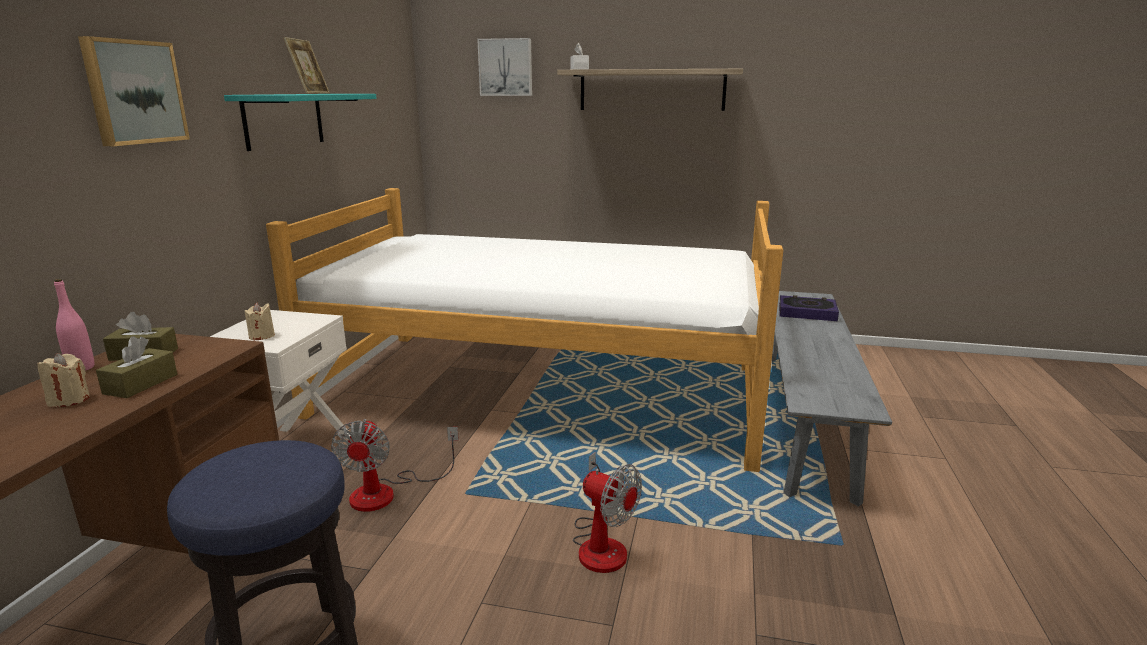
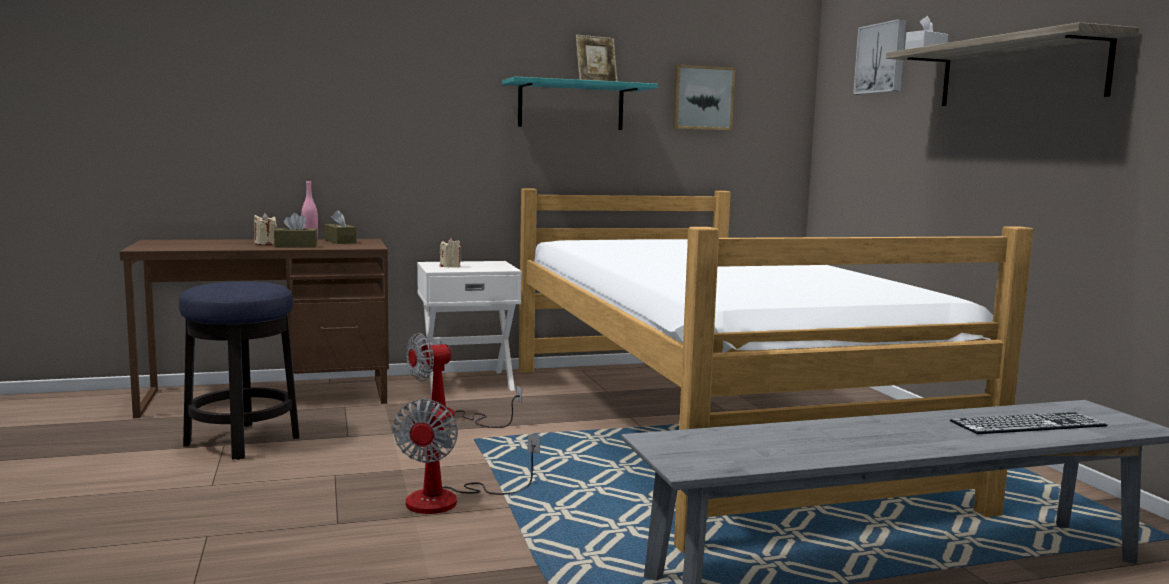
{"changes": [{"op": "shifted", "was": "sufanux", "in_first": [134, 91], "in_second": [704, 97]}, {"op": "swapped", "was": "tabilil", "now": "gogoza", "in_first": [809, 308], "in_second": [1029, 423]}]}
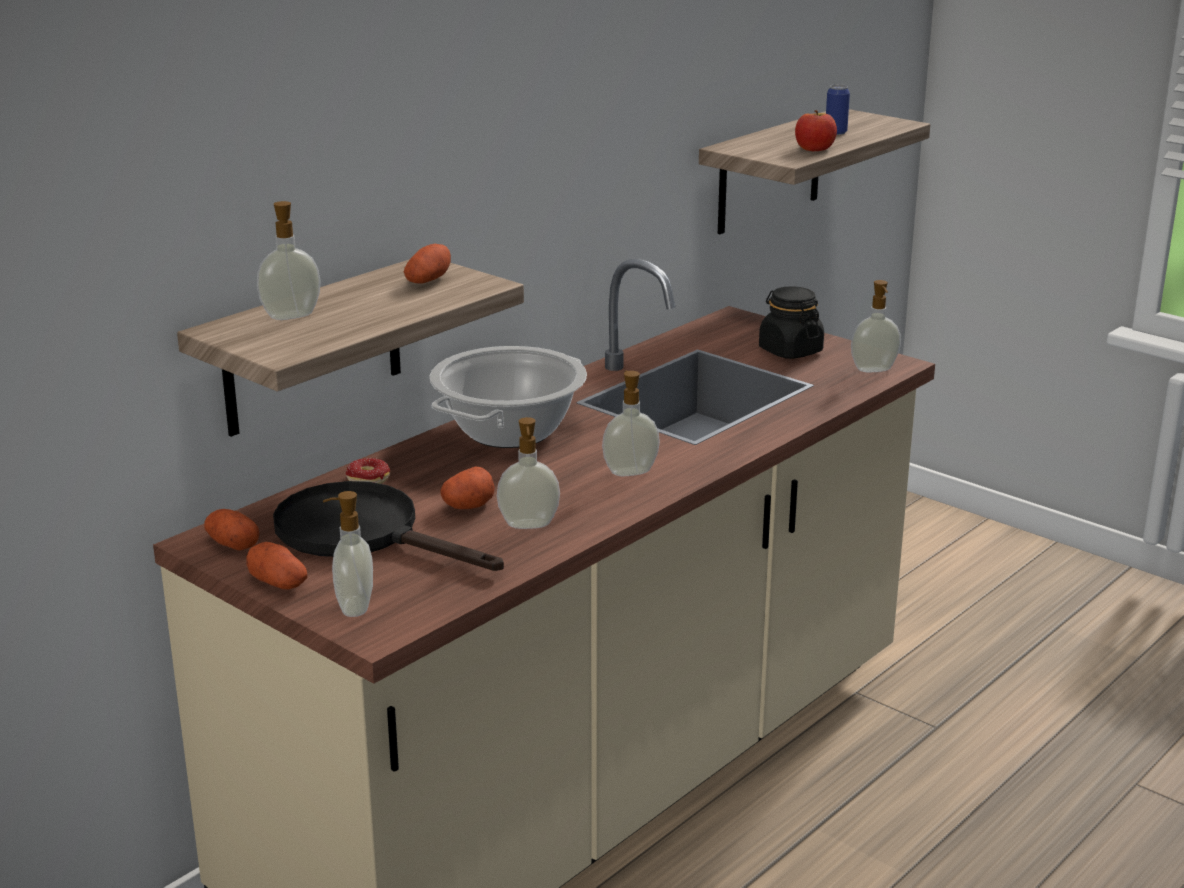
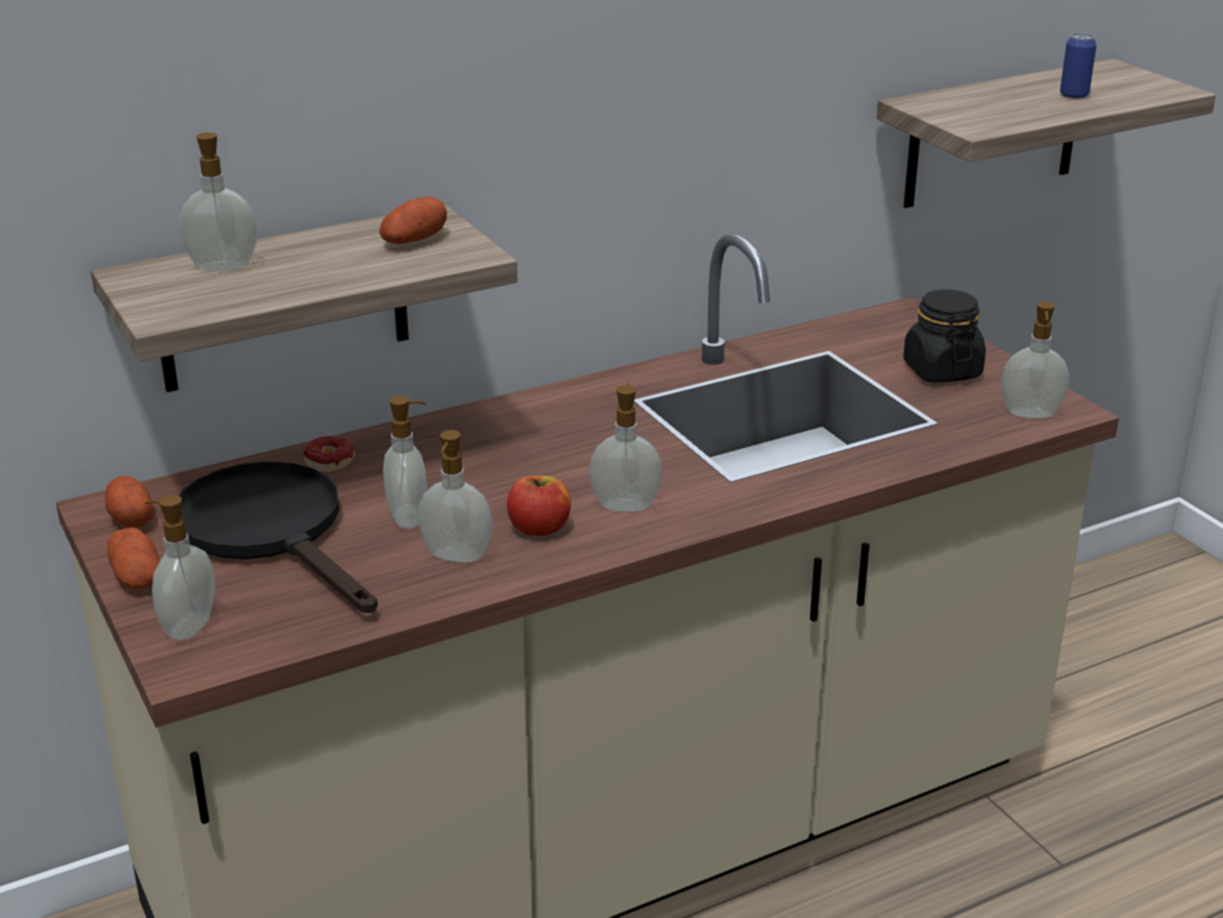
{"changes": [{"op": "swapped", "was": "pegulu", "now": "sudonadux", "in_first": [468, 488], "in_second": [405, 462]}, {"op": "shifted", "was": "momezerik", "in_first": [816, 130], "in_second": [539, 505]}, {"op": "gone", "was": "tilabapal", "in_first": [508, 397]}]}
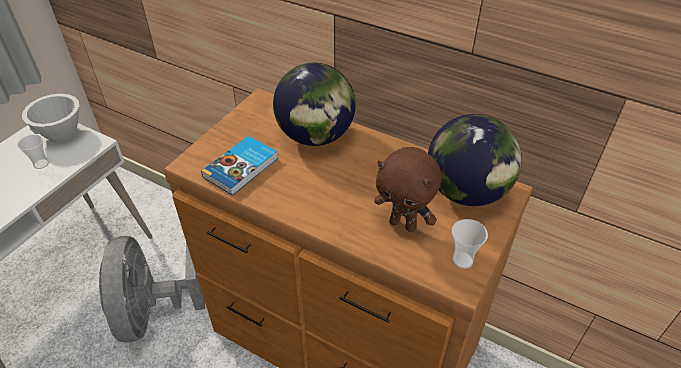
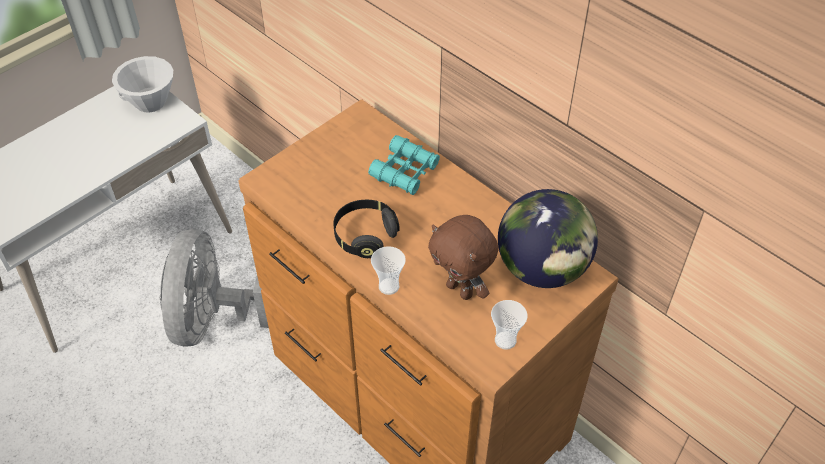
{"changes": [{"op": "new", "now": "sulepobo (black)", "in_second": [366, 229]}, {"op": "swapped", "was": "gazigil", "now": "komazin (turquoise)", "in_first": [314, 104], "in_second": [404, 165]}, {"op": "shifted", "was": "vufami", "in_first": [33, 151], "in_second": [388, 270]}, {"op": "gone", "was": "tabilil", "in_first": [239, 166]}]}
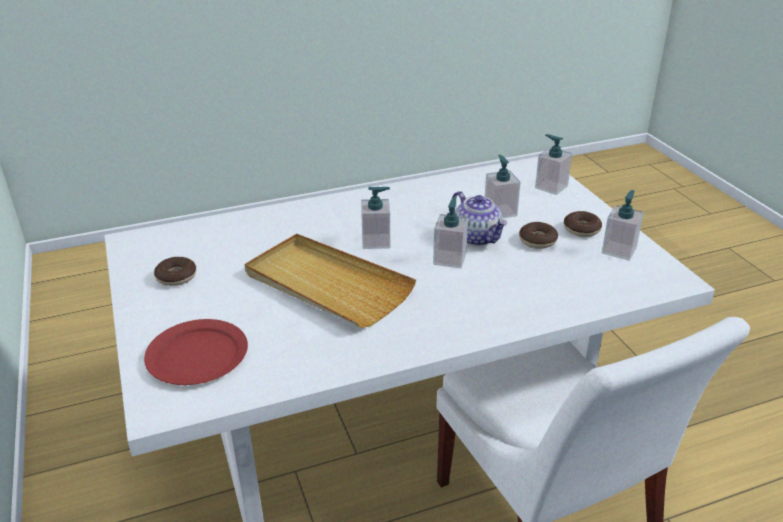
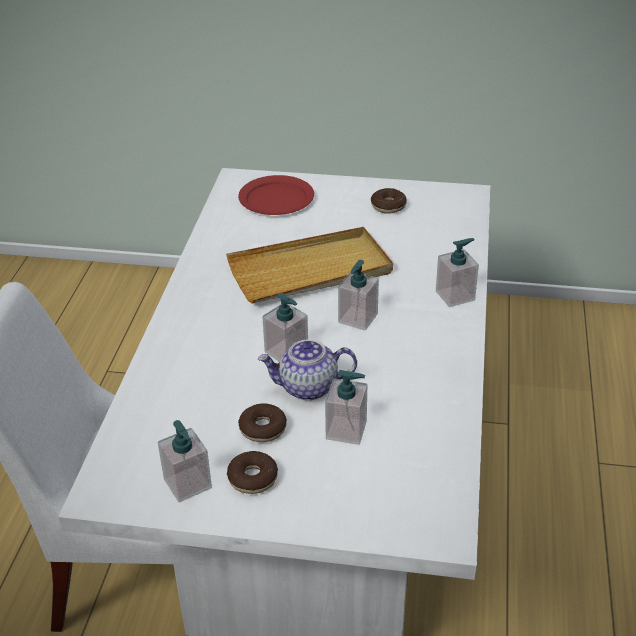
{"changes": [{"op": "shifted", "was": "sudonadux", "in_first": [553, 164], "in_second": [457, 272]}]}
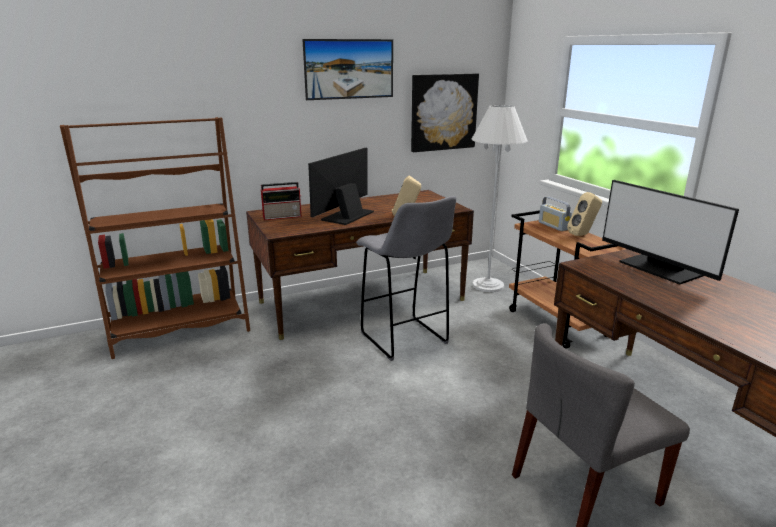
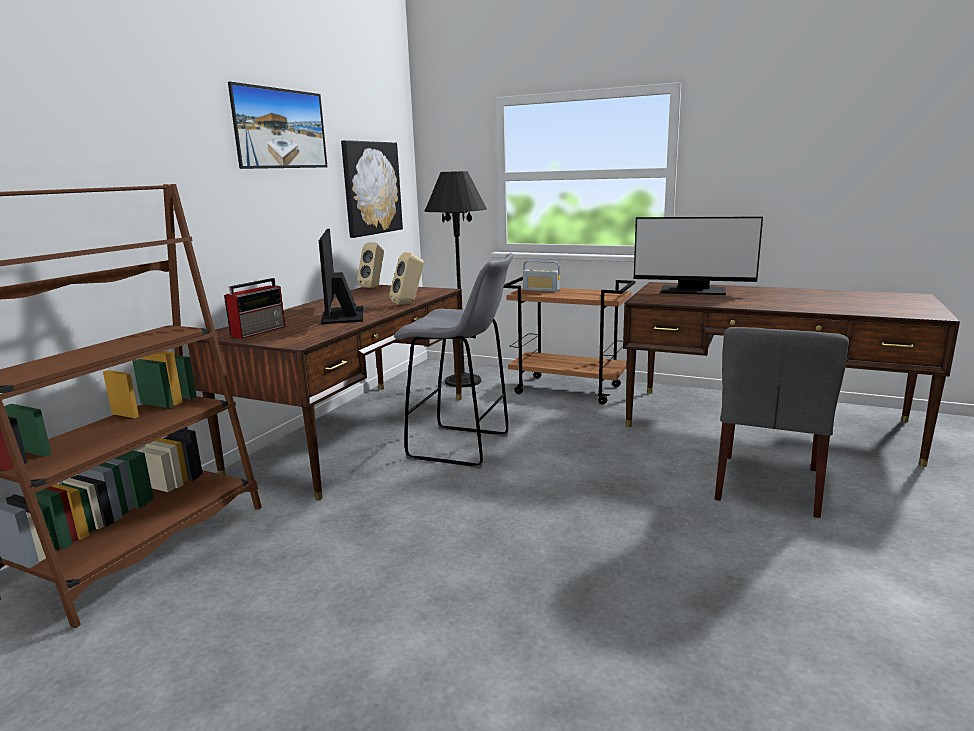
{"changes": [{"op": "shifted", "was": "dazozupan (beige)", "in_first": [584, 214], "in_second": [370, 265]}, {"op": "repainted", "was": "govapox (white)", "now": "govapox (black)", "in_first": [499, 198], "in_second": [456, 279]}]}
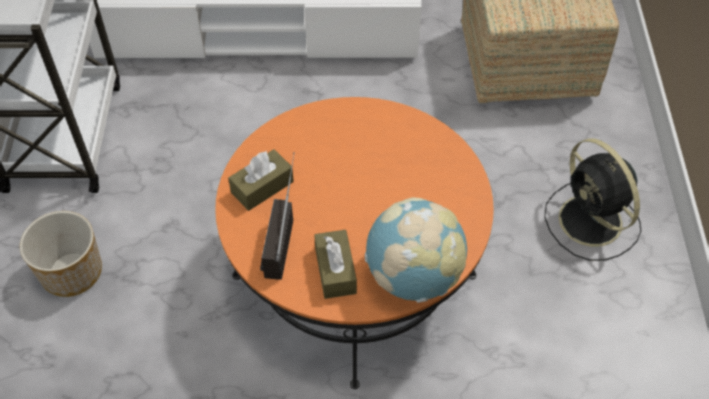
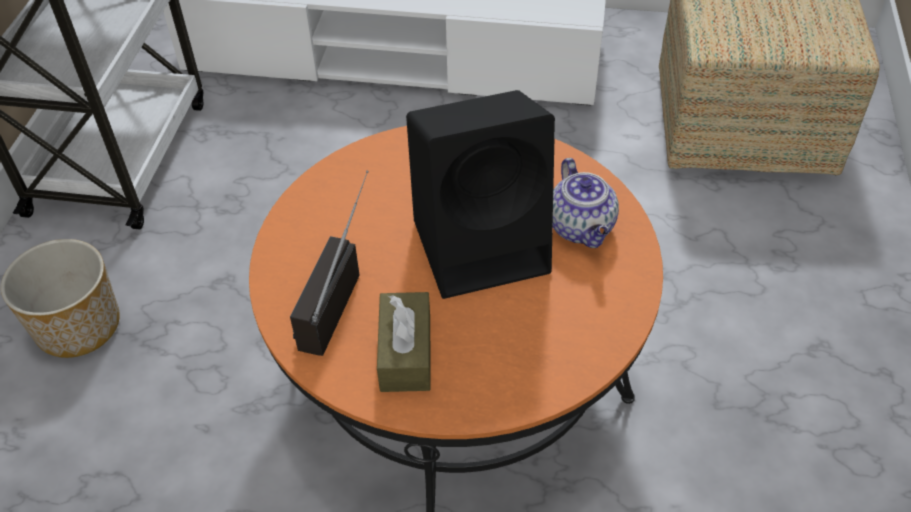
{"changes": [{"op": "new", "now": "dazozupan (black)", "in_second": [480, 194]}, {"op": "new", "now": "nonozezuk", "in_second": [586, 203]}, {"op": "gone", "was": "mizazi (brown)", "in_first": [261, 180]}, {"op": "gone", "was": "gazigil", "in_first": [416, 250]}, {"op": "gone", "was": "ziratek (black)", "in_first": [592, 199]}]}
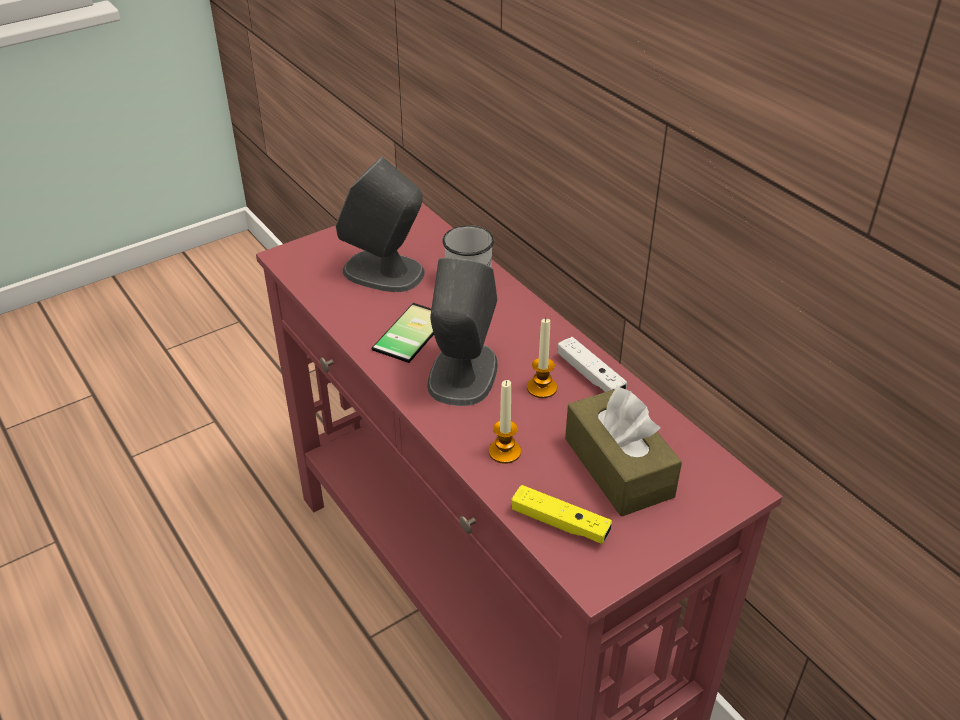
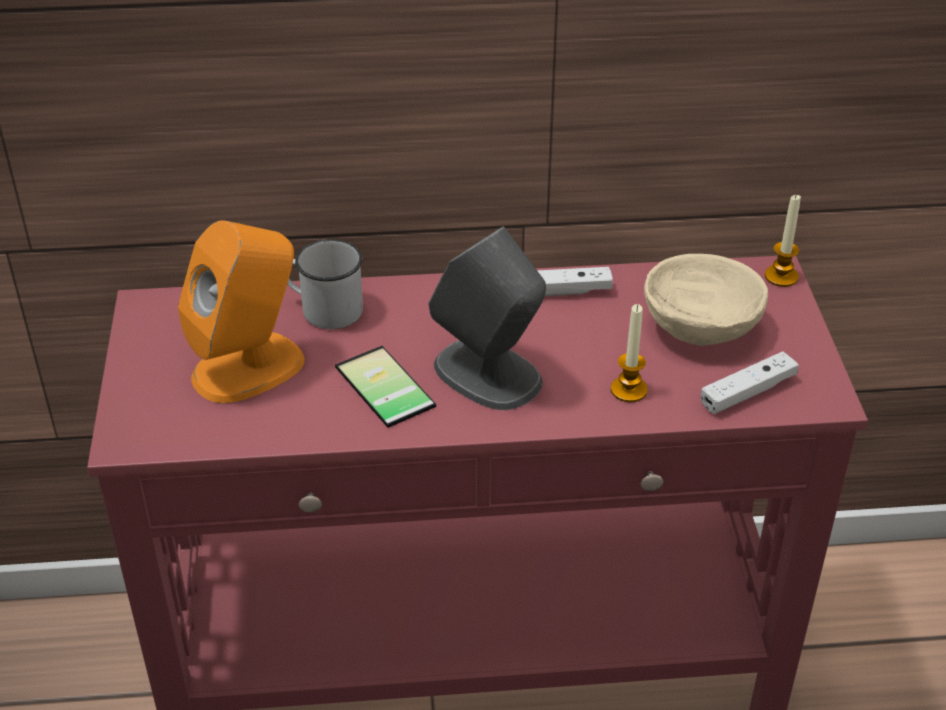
{"changes": [{"op": "repainted", "was": "dazozupan (grey)", "now": "dazozupan (orange)", "in_first": [380, 224], "in_second": [241, 311]}, {"op": "swapped", "was": "mizazi (brown)", "now": "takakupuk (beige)", "in_first": [623, 451], "in_second": [706, 300]}, {"op": "repainted", "was": "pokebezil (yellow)", "now": "pokebezil (white)", "in_first": [561, 514], "in_second": [750, 382]}, {"op": "shifted", "was": "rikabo", "in_first": [542, 358], "in_second": [783, 240]}]}
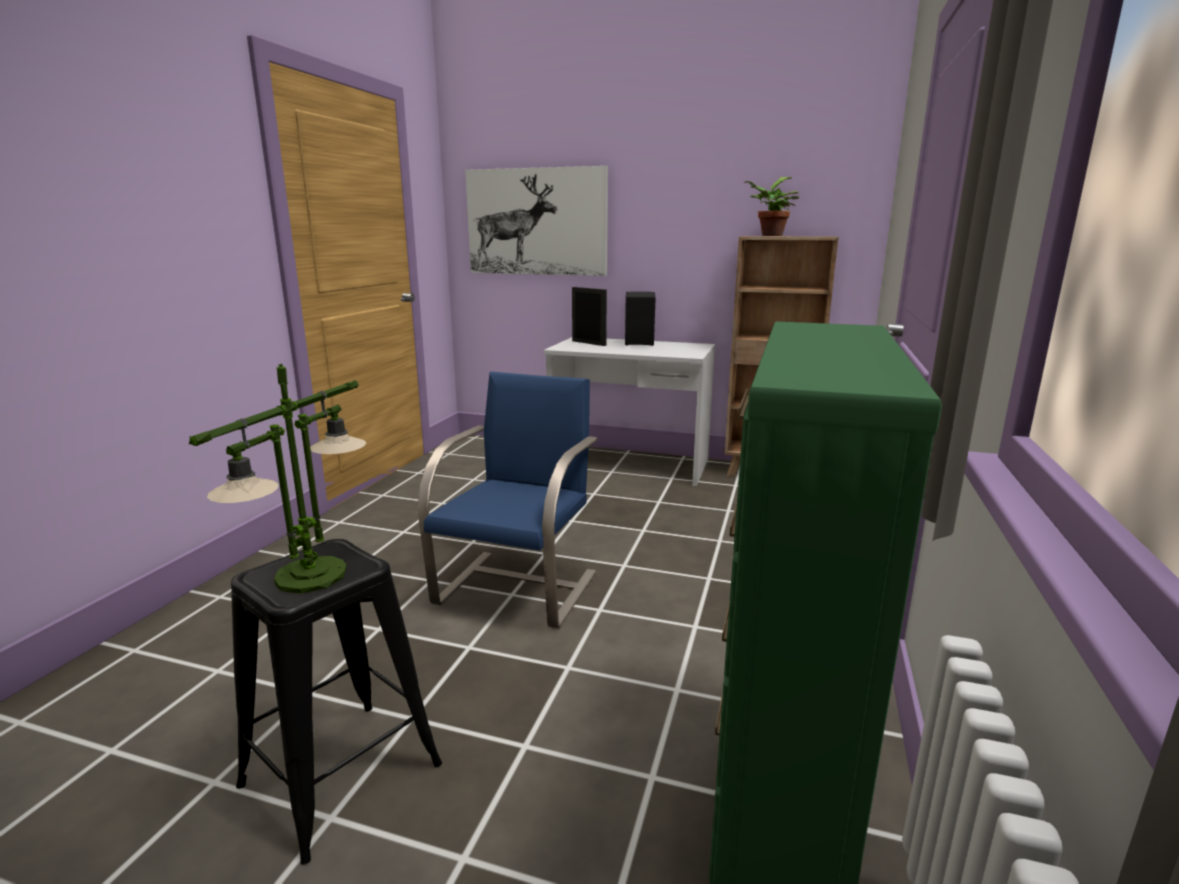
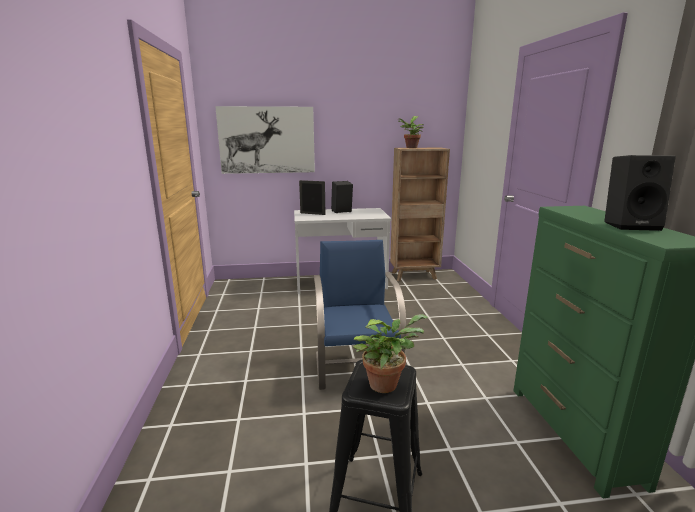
{"changes": [{"op": "swapped", "was": "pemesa", "now": "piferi", "in_first": [277, 478], "in_second": [390, 353]}, {"op": "new", "now": "dazozupan (black)", "in_second": [640, 193]}]}
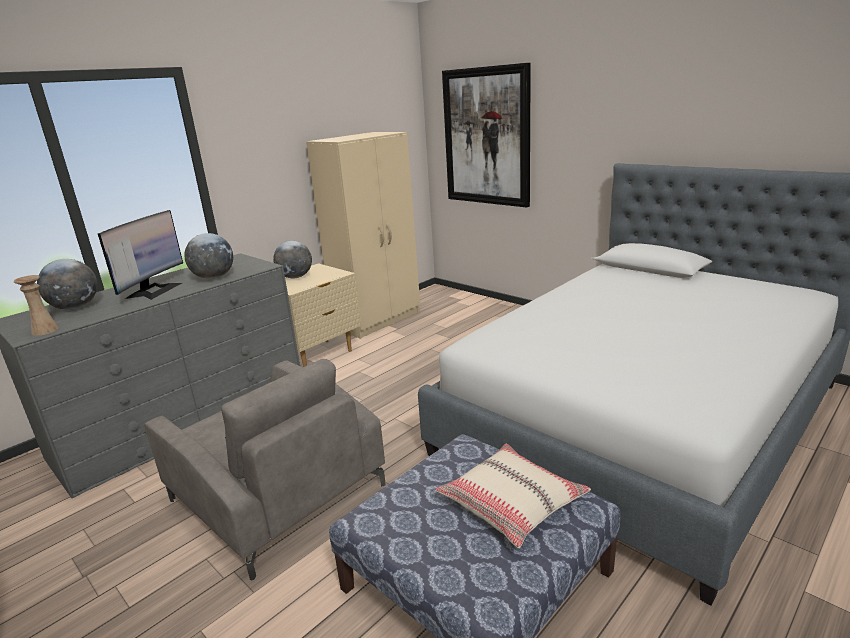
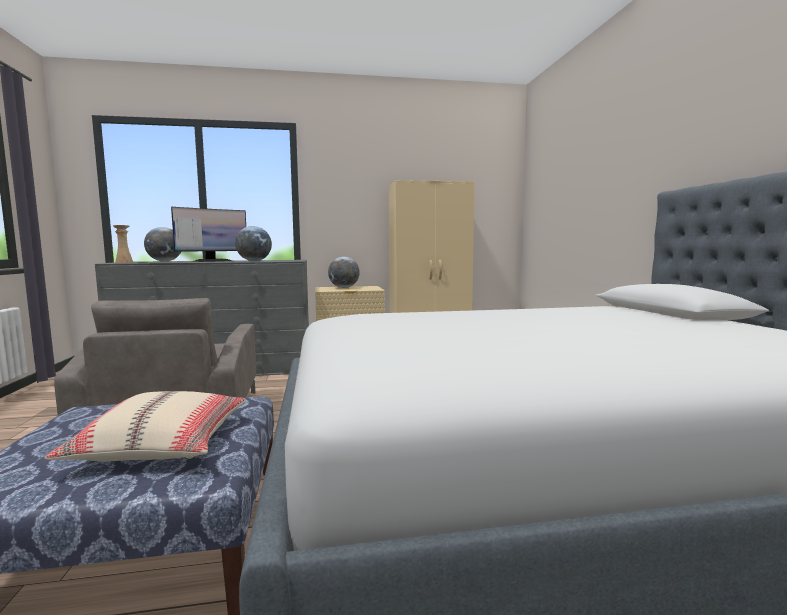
{"changes": [{"op": "gone", "was": "sufanux", "in_first": [486, 135]}]}
